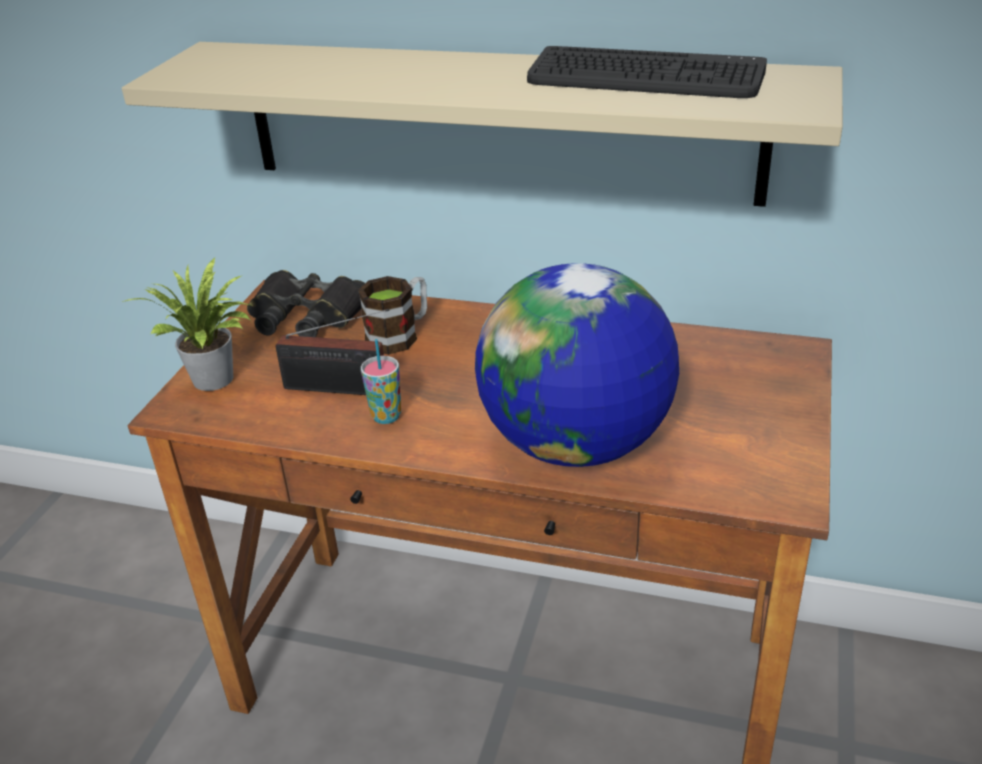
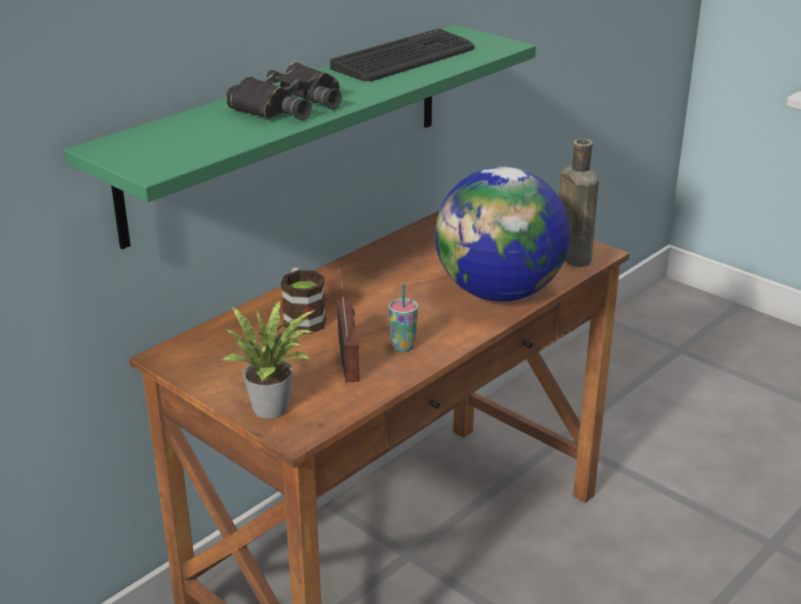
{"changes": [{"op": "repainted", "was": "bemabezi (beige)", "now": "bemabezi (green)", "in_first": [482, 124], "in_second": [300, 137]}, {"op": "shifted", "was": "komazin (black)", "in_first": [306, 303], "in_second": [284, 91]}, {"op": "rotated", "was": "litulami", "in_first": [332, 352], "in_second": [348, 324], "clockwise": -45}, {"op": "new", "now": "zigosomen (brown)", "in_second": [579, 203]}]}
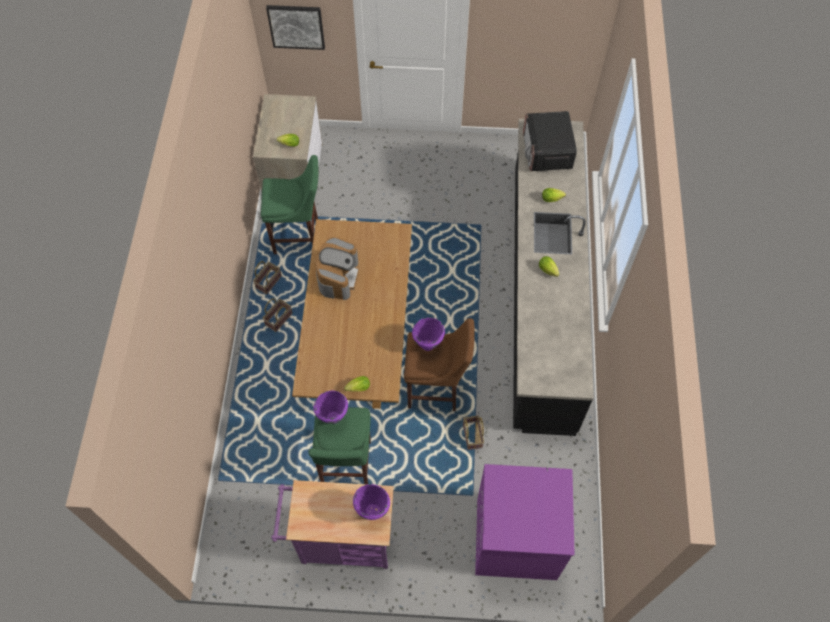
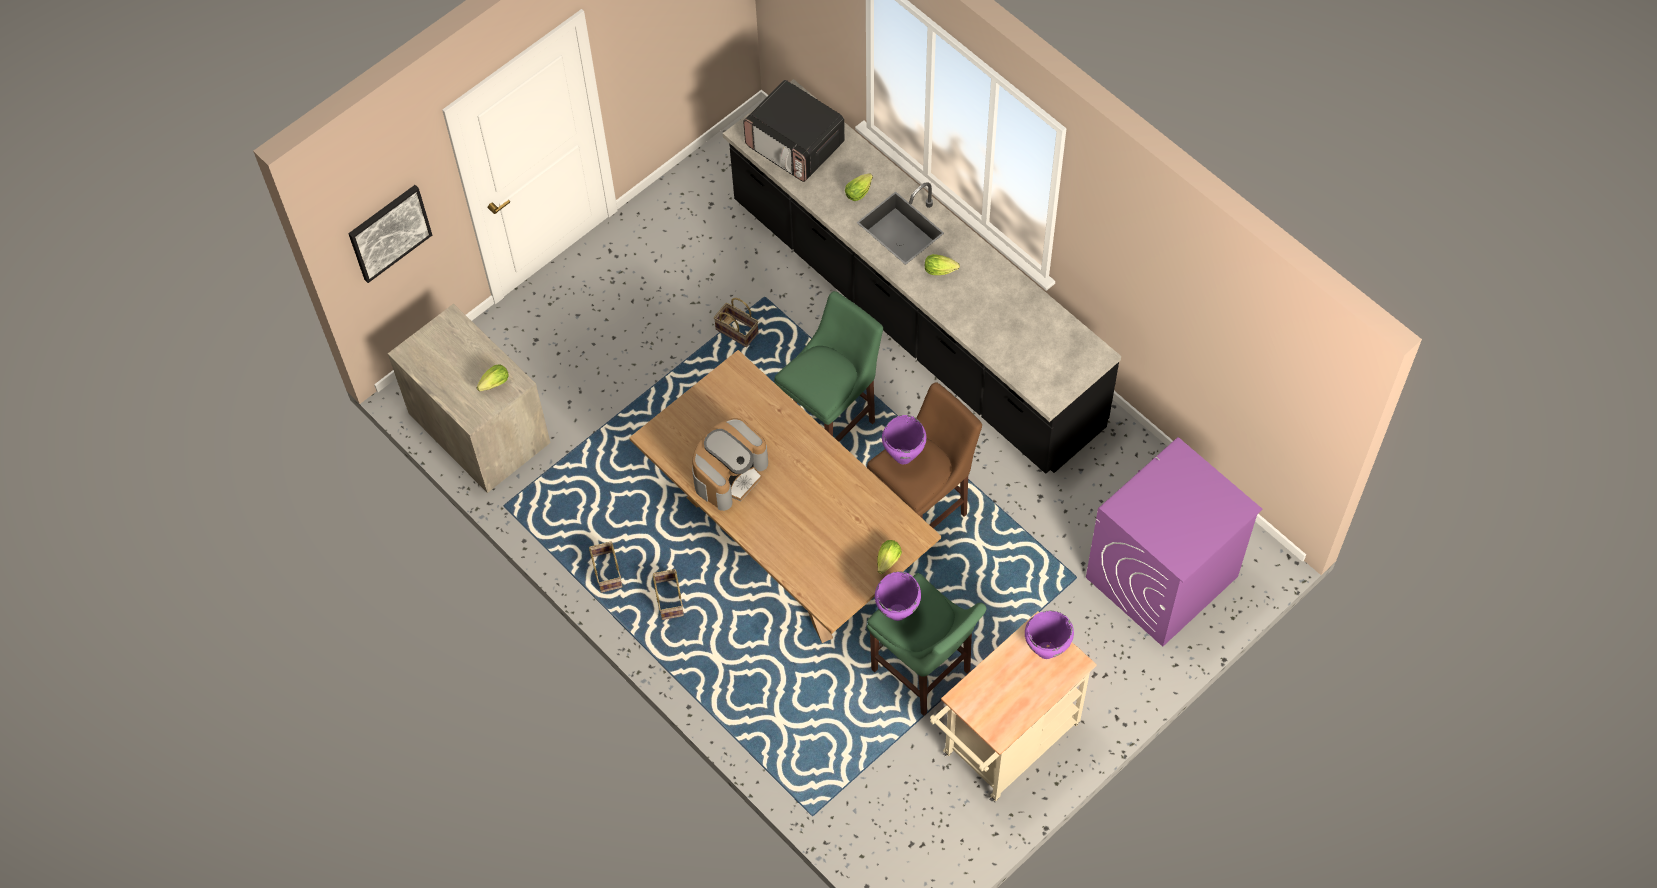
{"changes": [{"op": "rotated", "was": "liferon", "in_first": [337, 268], "in_second": [730, 464], "clockwise": 75}, {"op": "shifted", "was": "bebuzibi", "in_first": [473, 432], "in_second": [736, 322]}, {"op": "shifted", "was": "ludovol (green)", "in_first": [290, 204], "in_second": [828, 366]}, {"op": "repainted", "was": "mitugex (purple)", "now": "mitugex (beige)", "in_first": [332, 524], "in_second": [1013, 706]}]}
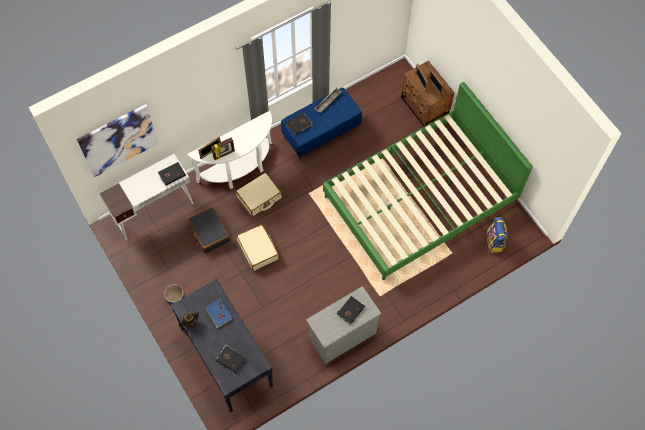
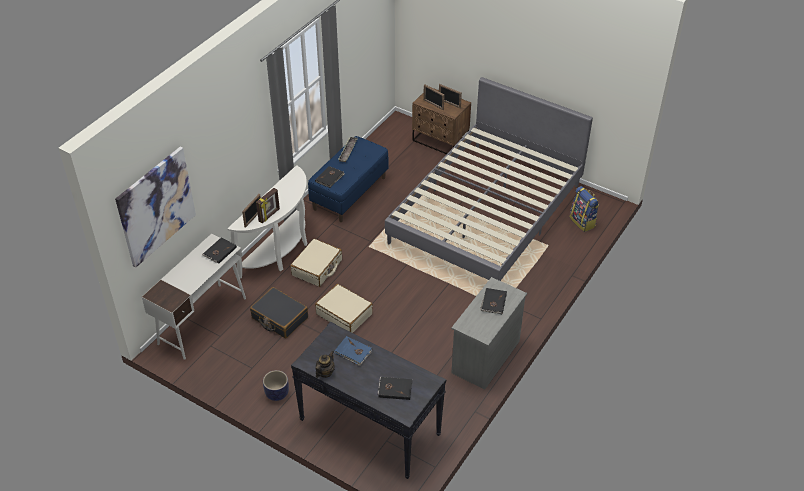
{"changes": [{"op": "repainted", "was": "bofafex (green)", "now": "bofafex (grey)", "in_first": [428, 181], "in_second": [489, 179]}]}
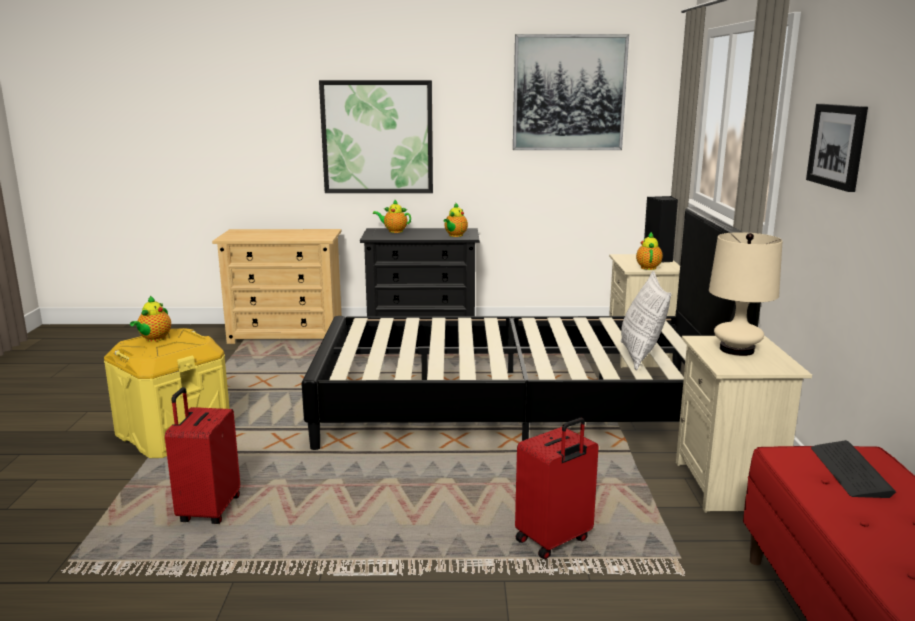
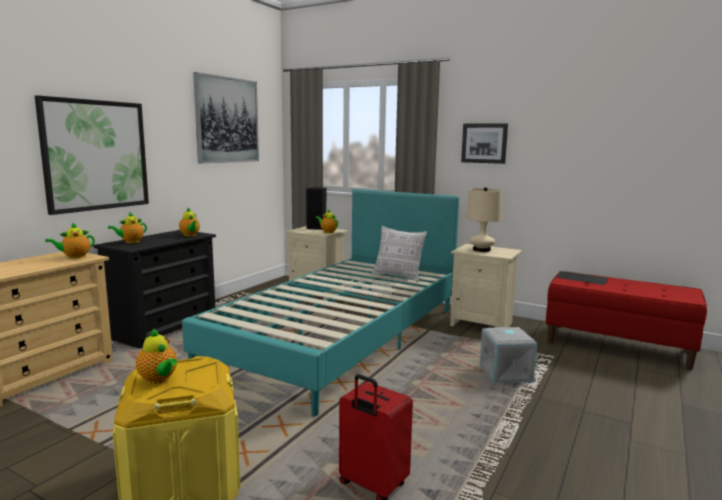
{"changes": [{"op": "new", "now": "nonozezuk", "in_second": [70, 240]}, {"op": "repainted", "was": "bofafex (black)", "now": "bofafex (turquoise)", "in_first": [531, 328], "in_second": [320, 303]}, {"op": "swapped", "was": "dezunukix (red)", "now": "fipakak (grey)", "in_first": [557, 488], "in_second": [508, 355]}]}
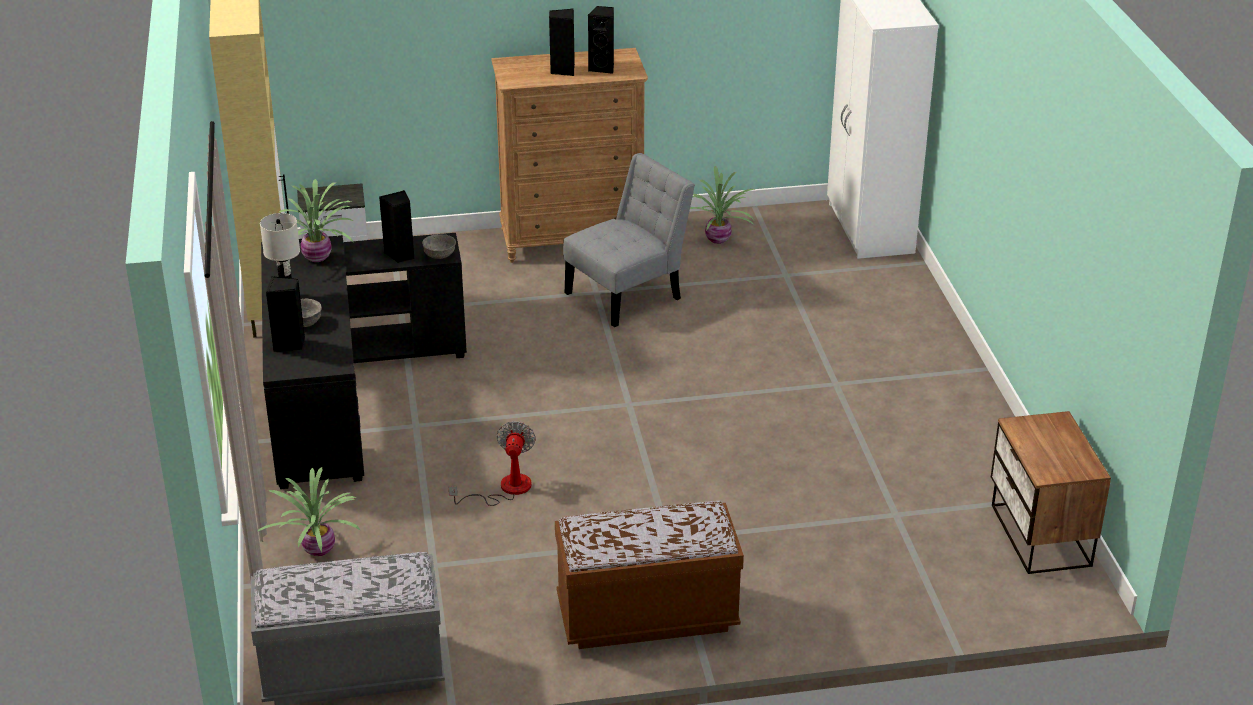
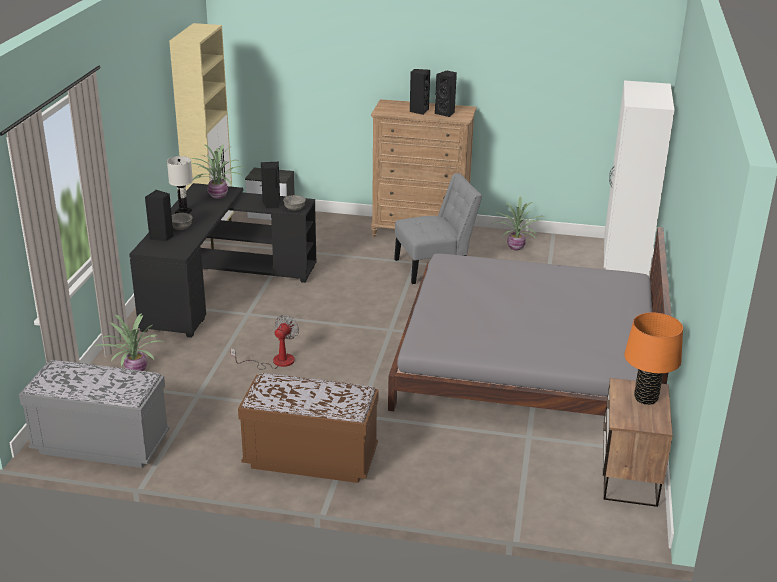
{"changes": [{"op": "new", "now": "bofafex (grey)", "in_second": [529, 321]}, {"op": "new", "now": "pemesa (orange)", "in_second": [653, 358]}]}
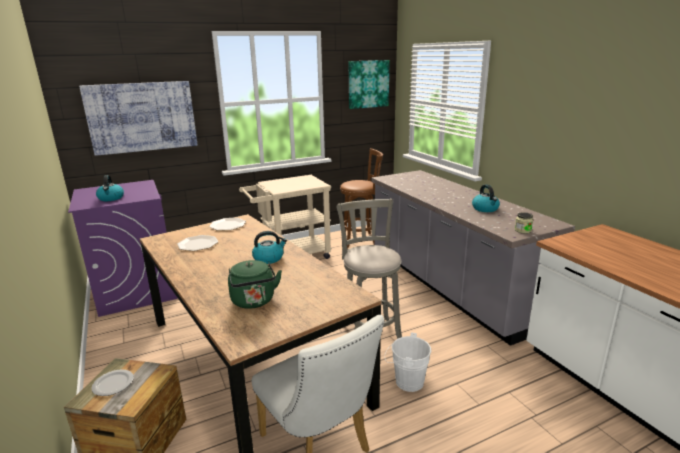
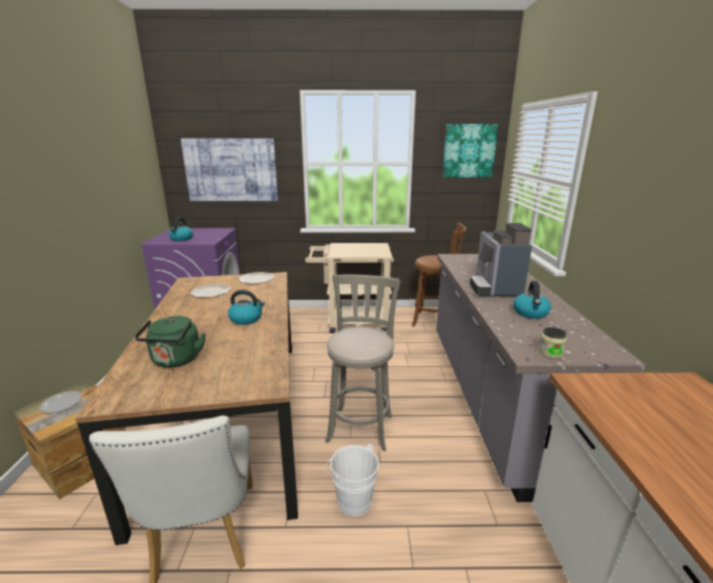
{"changes": [{"op": "new", "now": "liferon", "in_second": [501, 259]}]}
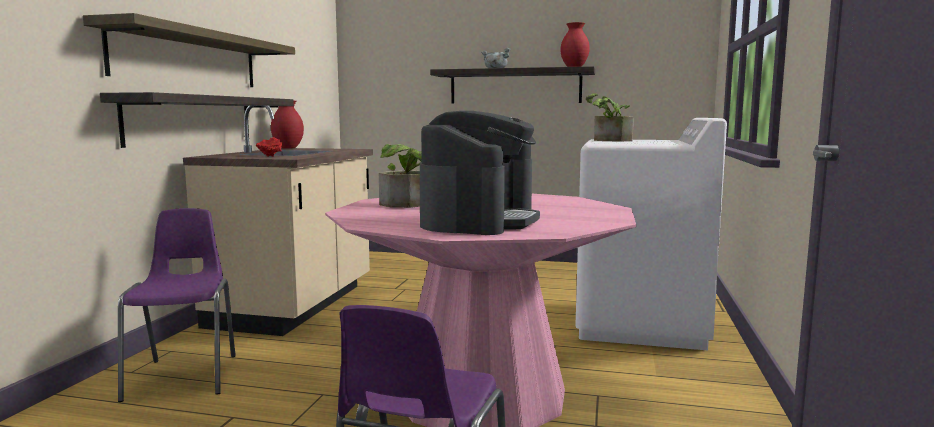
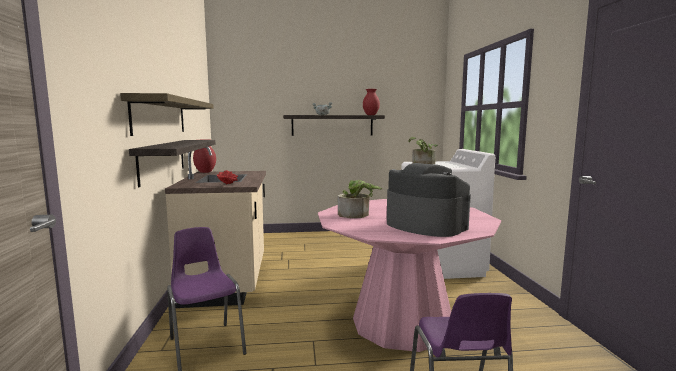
{"changes": [{"op": "rotated", "was": "liferon", "in_first": [480, 173], "in_second": [429, 200], "clockwise": -45}]}
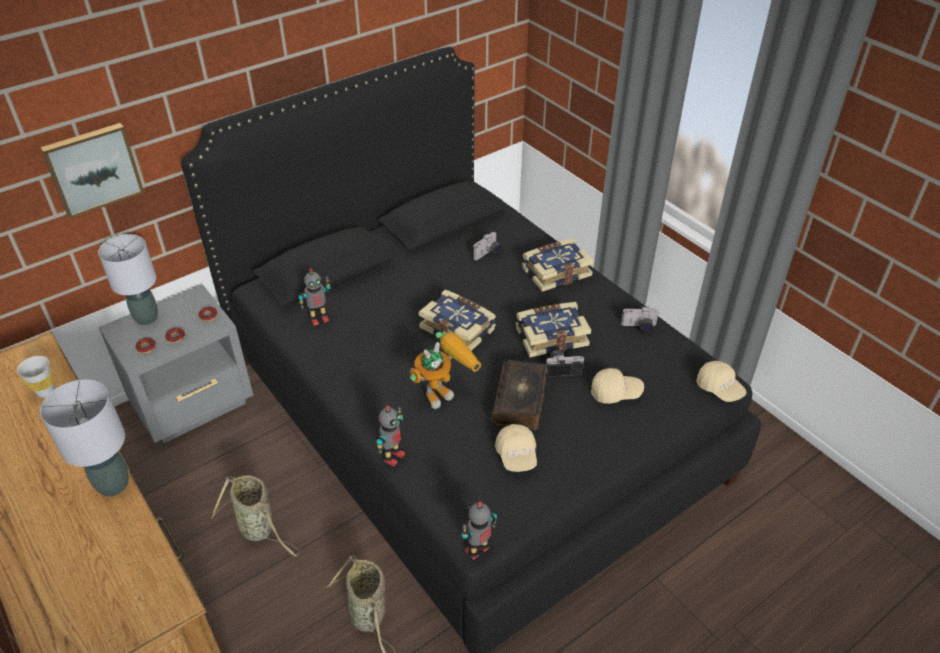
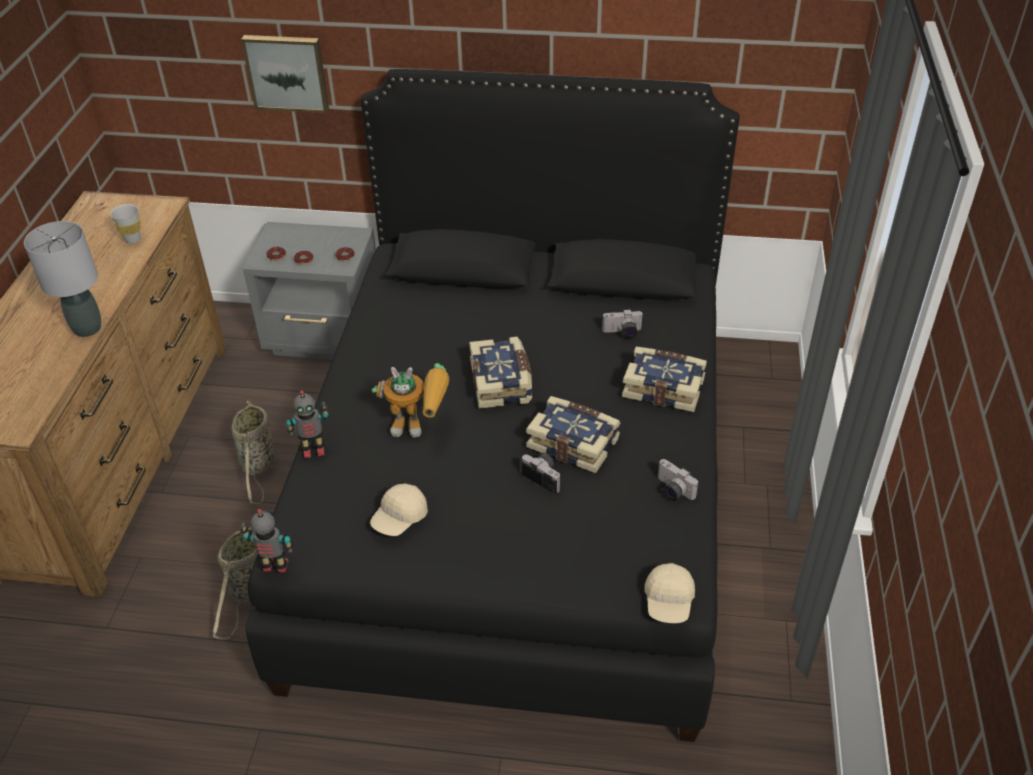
{"changes": [{"op": "gone", "was": "pemesa (grey)", "in_first": [128, 279]}, {"op": "gone", "was": "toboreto", "in_first": [314, 297]}, {"op": "gone", "was": "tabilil", "in_first": [519, 395]}, {"op": "gone", "was": "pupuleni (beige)", "in_first": [617, 386]}]}
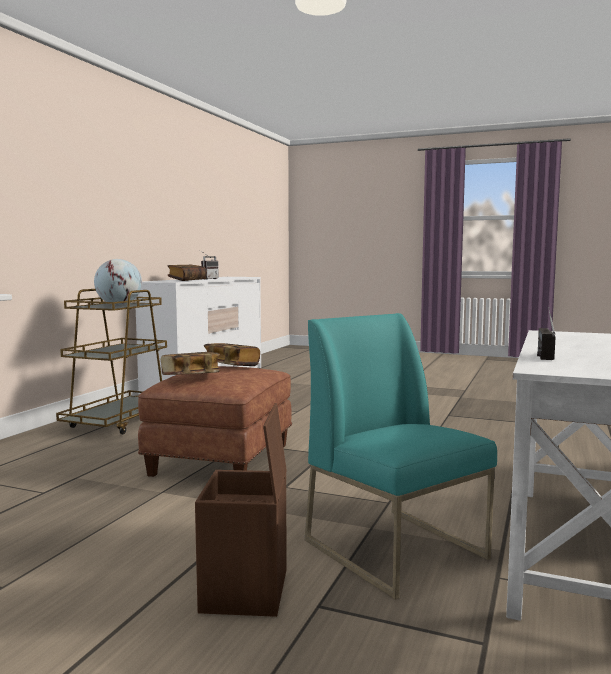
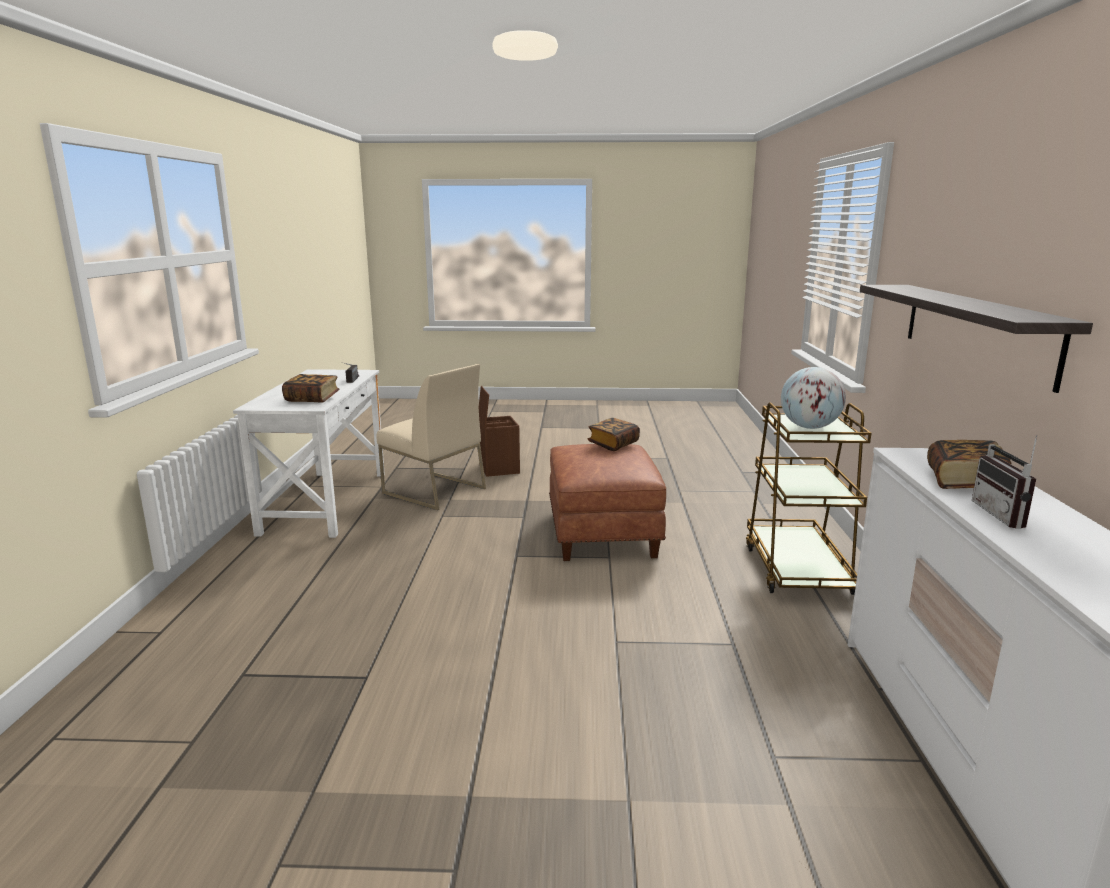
{"changes": [{"op": "shifted", "was": "tabilil", "in_first": [232, 354], "in_second": [311, 388]}, {"op": "repainted", "was": "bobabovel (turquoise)", "now": "bobabovel (beige)", "in_first": [401, 456], "in_second": [431, 437]}, {"op": "new", "now": "bemabezi", "in_second": [976, 339]}]}
